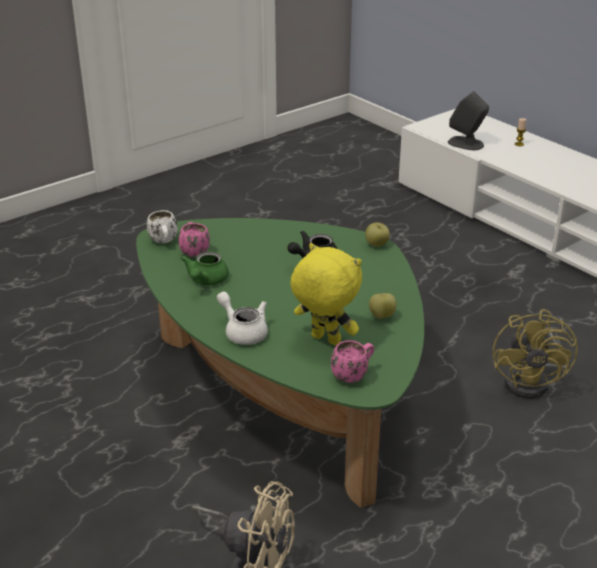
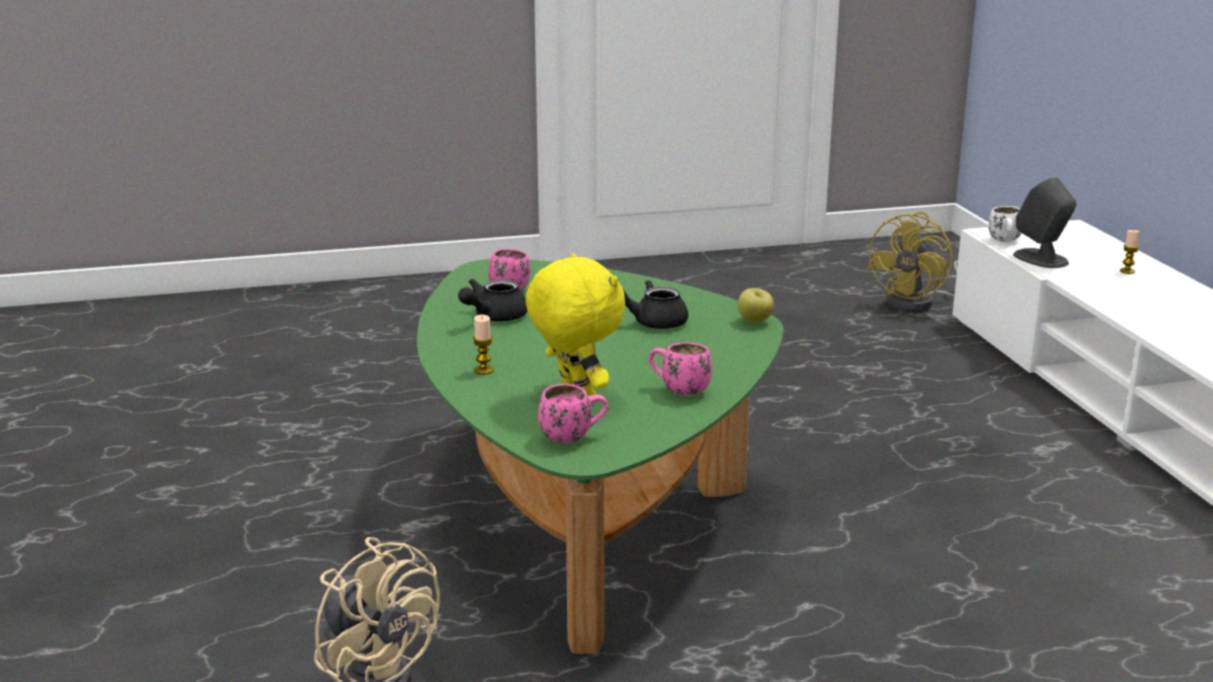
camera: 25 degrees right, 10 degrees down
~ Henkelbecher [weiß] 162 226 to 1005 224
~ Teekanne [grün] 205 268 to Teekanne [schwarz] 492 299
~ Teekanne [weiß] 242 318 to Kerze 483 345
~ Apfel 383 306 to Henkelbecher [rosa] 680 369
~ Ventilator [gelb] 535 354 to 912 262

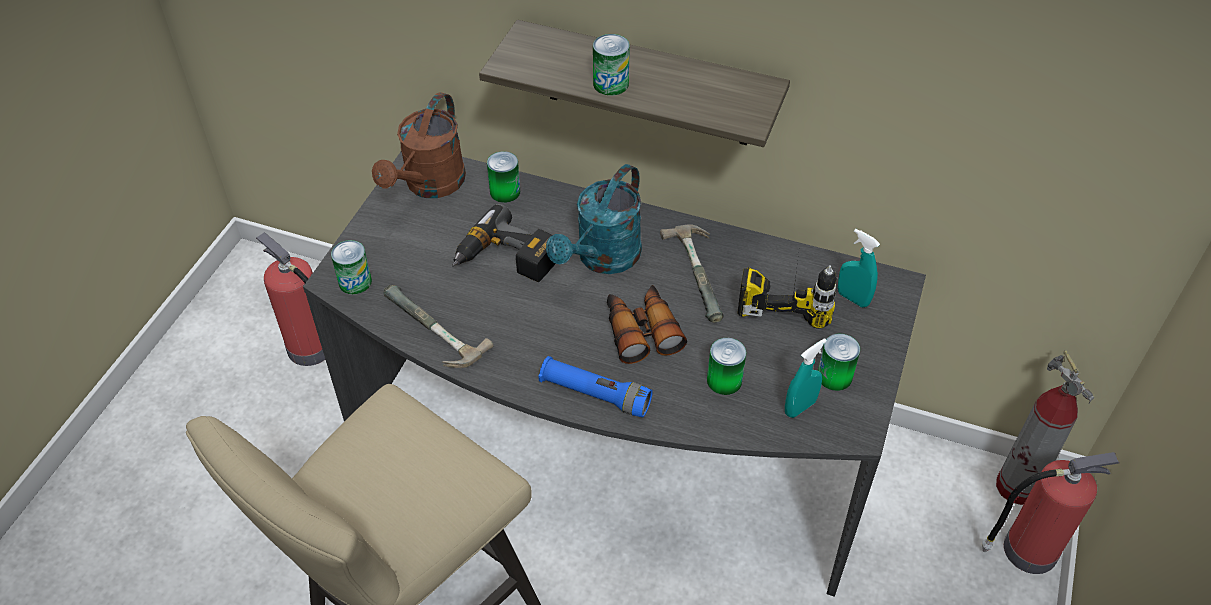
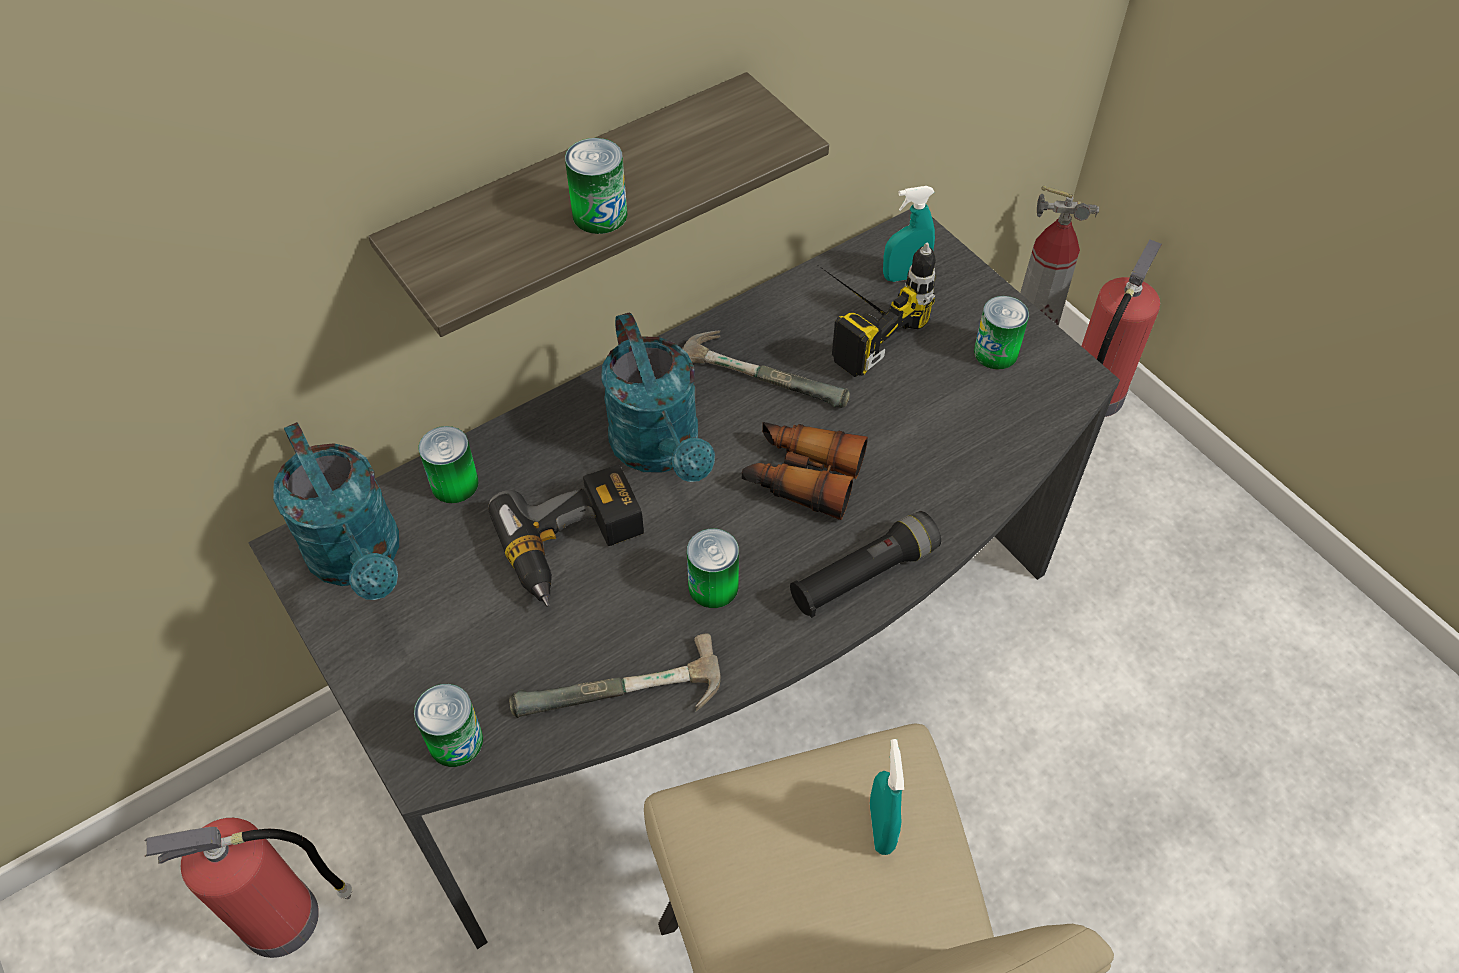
camera: 55 degrees left, 5 degrees up
~ Gießkanne [braun] 419 145 to Gießkanne [türkis] 336 511
~ Dose 726 366 to 713 568
~ Sprühflasche [türkis] 806 378 to 887 797
~ Taschenlampe [blau] 596 386 to Taschenlampe [schwarz] 865 564

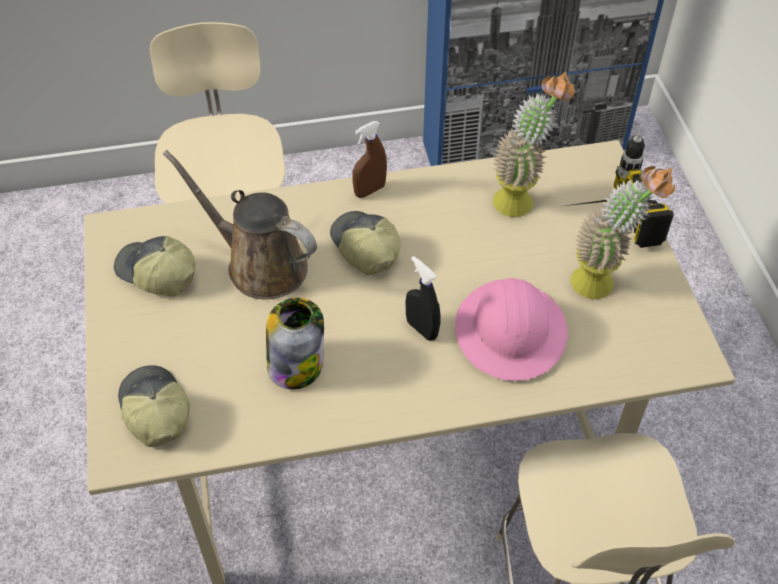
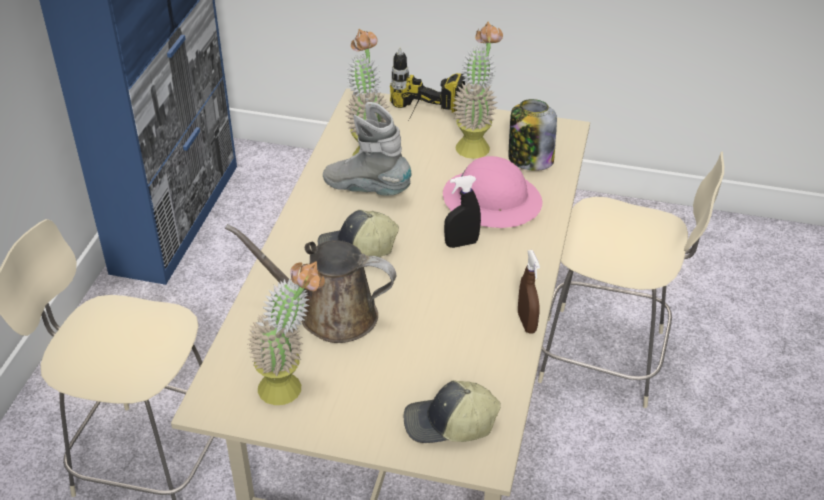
camera: 65 degrees left, 10 degrees down
~ Sprühflasche [braun] 369 159 to 529 292
~ Gießkanne [braun] 240 224 = 310 283 45 degrees clockwise
~ Kappe 154 266 to Topfpflanze 286 333
~ Vorratsglas 295 344 to 532 135
+ Stiefel [grau] 367 149

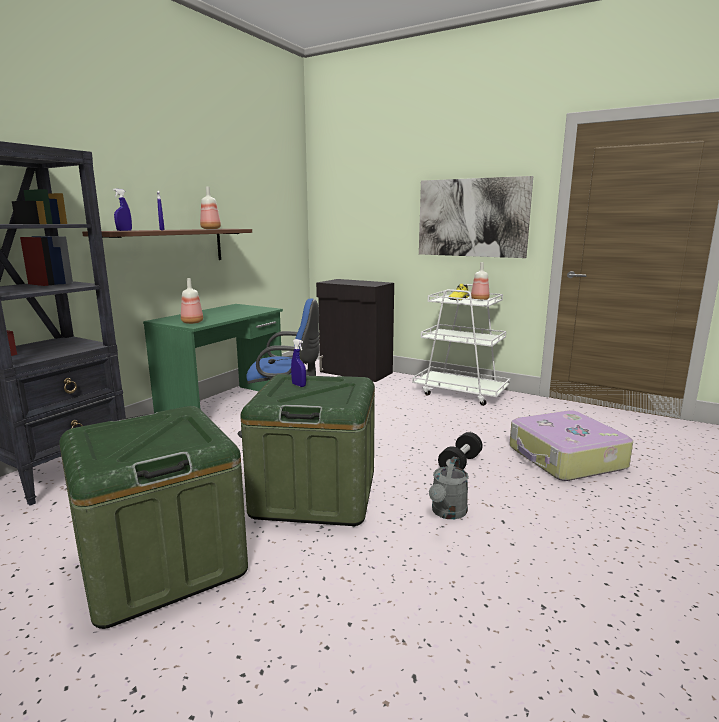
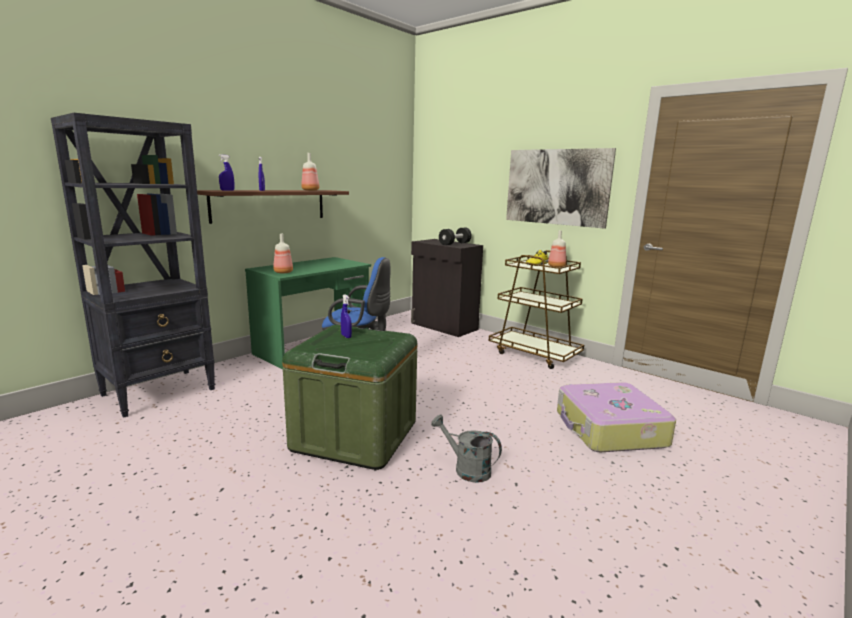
camera: 10 degrees right, 0 degrees up
~ Rollwagen [weiß] 461 345 to Rollwagen [braun] 536 309
- Aufbewahrungsbox [grün] 153 517
~ Hantel [schwarz] 460 450 to 455 236
~ Gießkanne [grau] 449 488 = 466 449 90 degrees clockwise

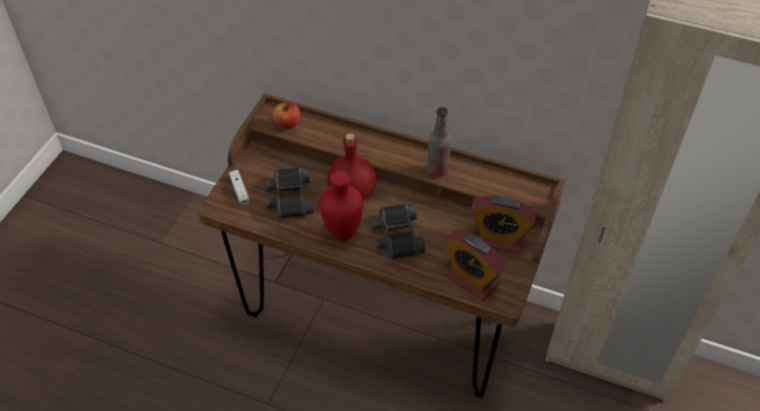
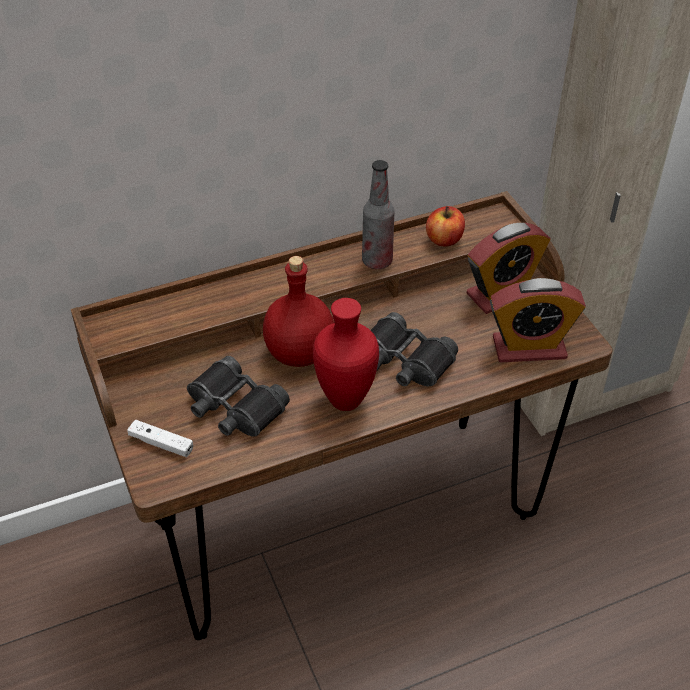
camera: 45 degrees left, 5 degrees down
~ Apfel 287 115 to 445 226

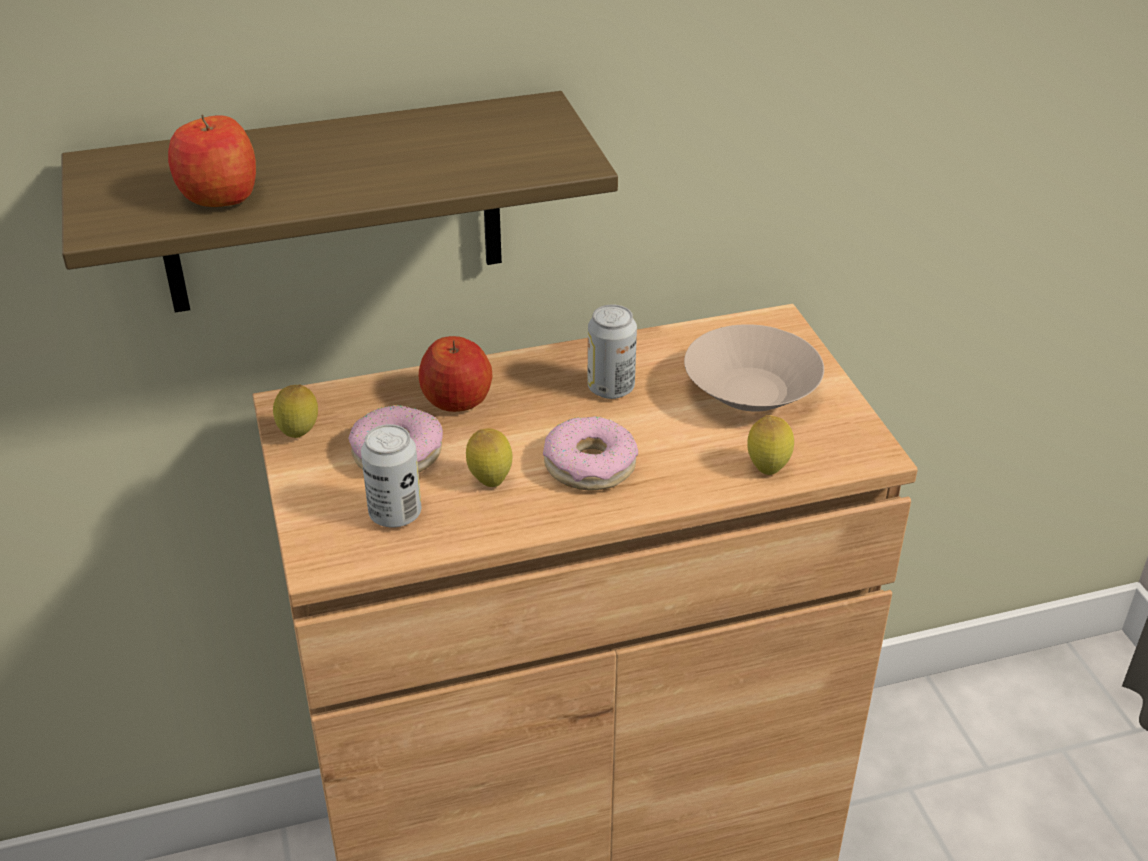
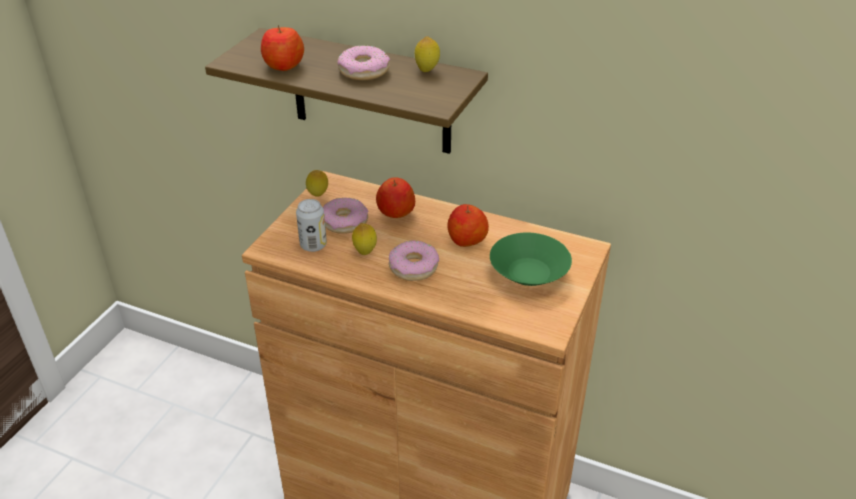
camera: 40 degrees right, 0 degrees up
~ Dose 612 352 to Apfel 468 225
~ Schüssel [beige] 754 368 to Schüssel [grün] 531 259
~ Zitrone 770 445 to 427 54
+ Donut 364 62

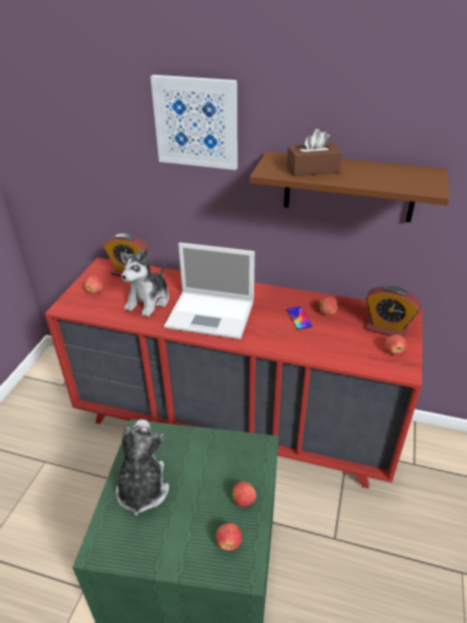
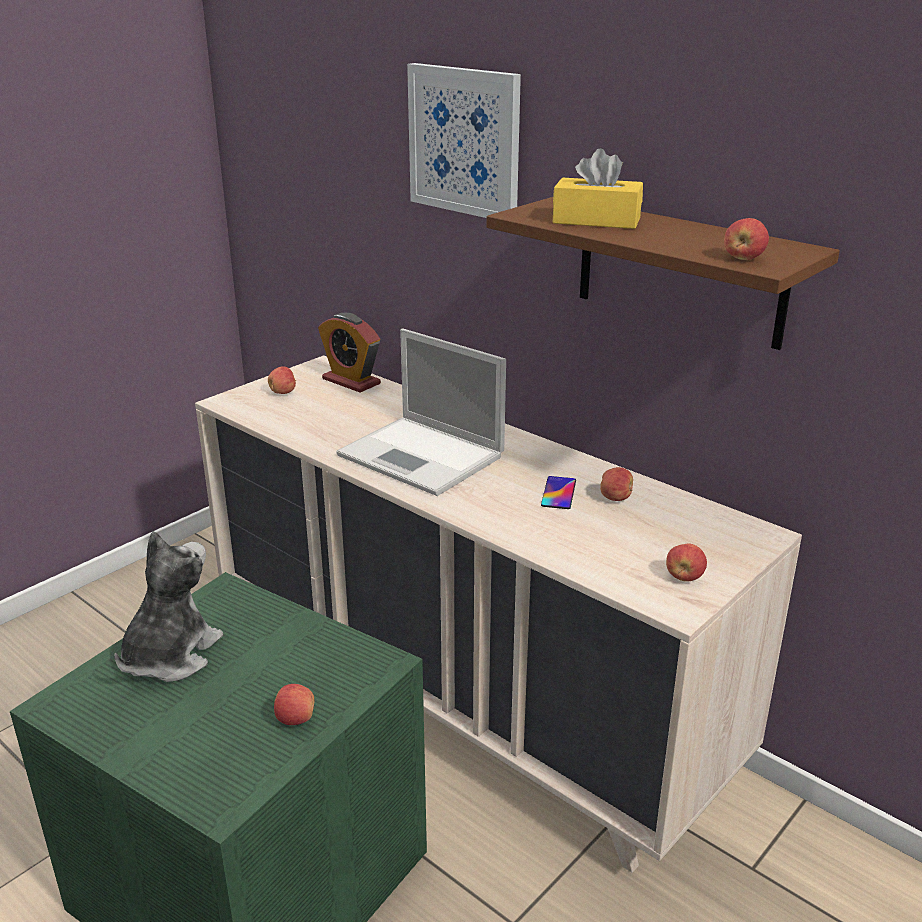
camera: 25 degrees right, 10 degrees down
~ Taschentuchbox [braun] 314 152 to Taschentuchbox [gelb] 598 188
- Plüschtier 144 283
~ Kommode [rot] 233 373 to Kommode [beige] 498 614
- Wecker 393 312
~ Apfel 229 537 to 746 239

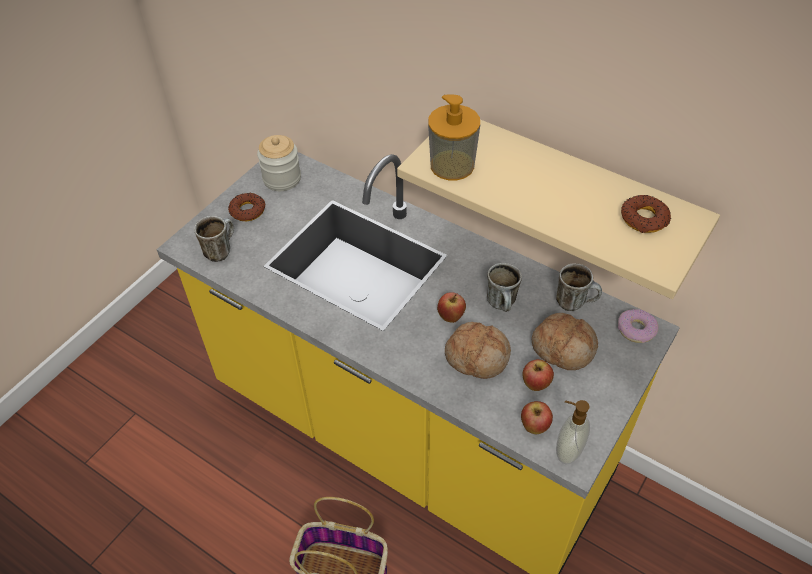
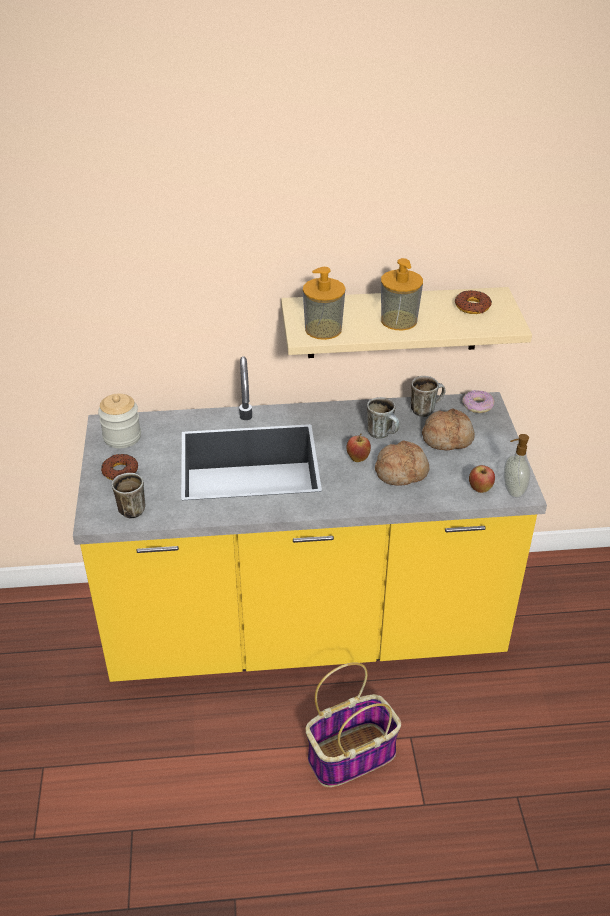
camera: 40 degrees left, 10 degrees down
- Apfel 538 375
+ Seifenspender 402 294

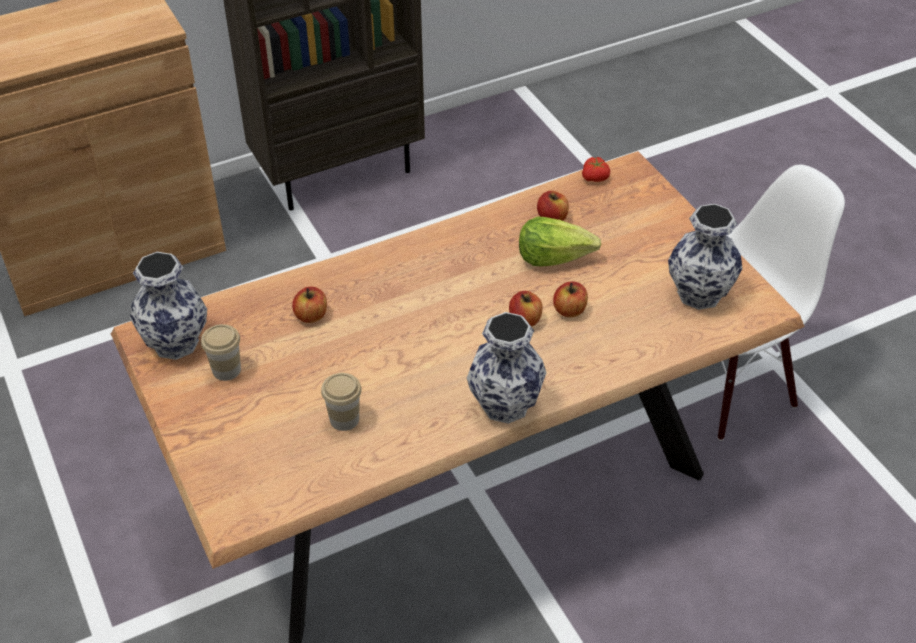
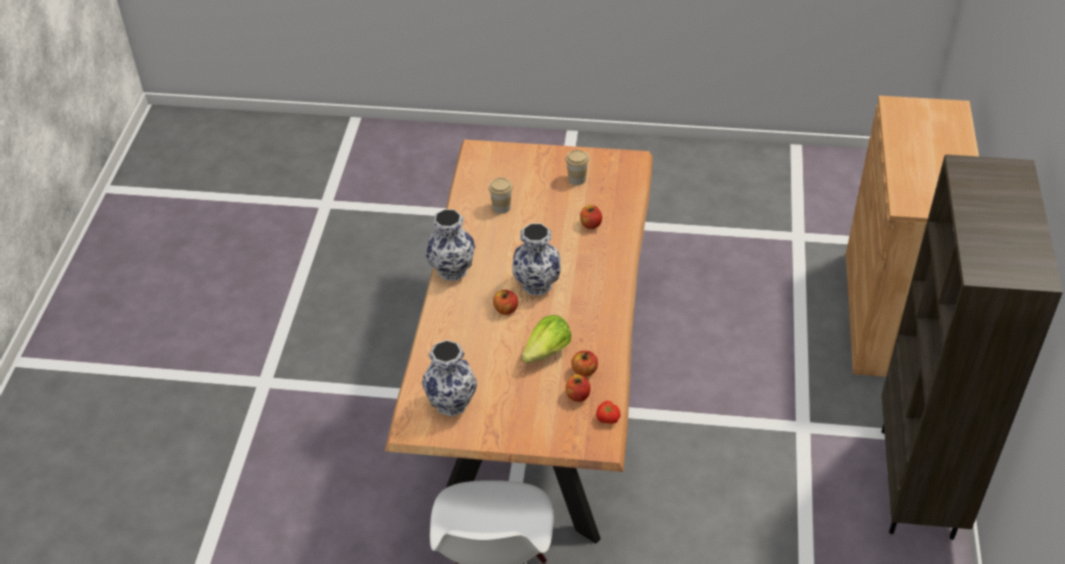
camera: 125 degrees right, 0 degrees up
~ Vase 168 306 to 536 259
~ Apfel 570 299 to 578 388

